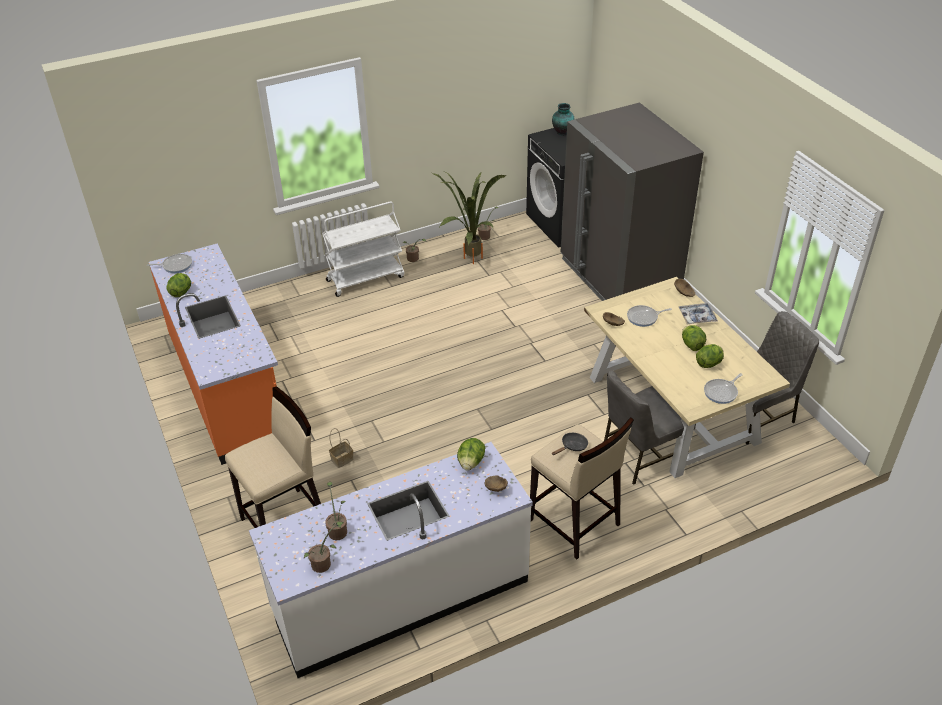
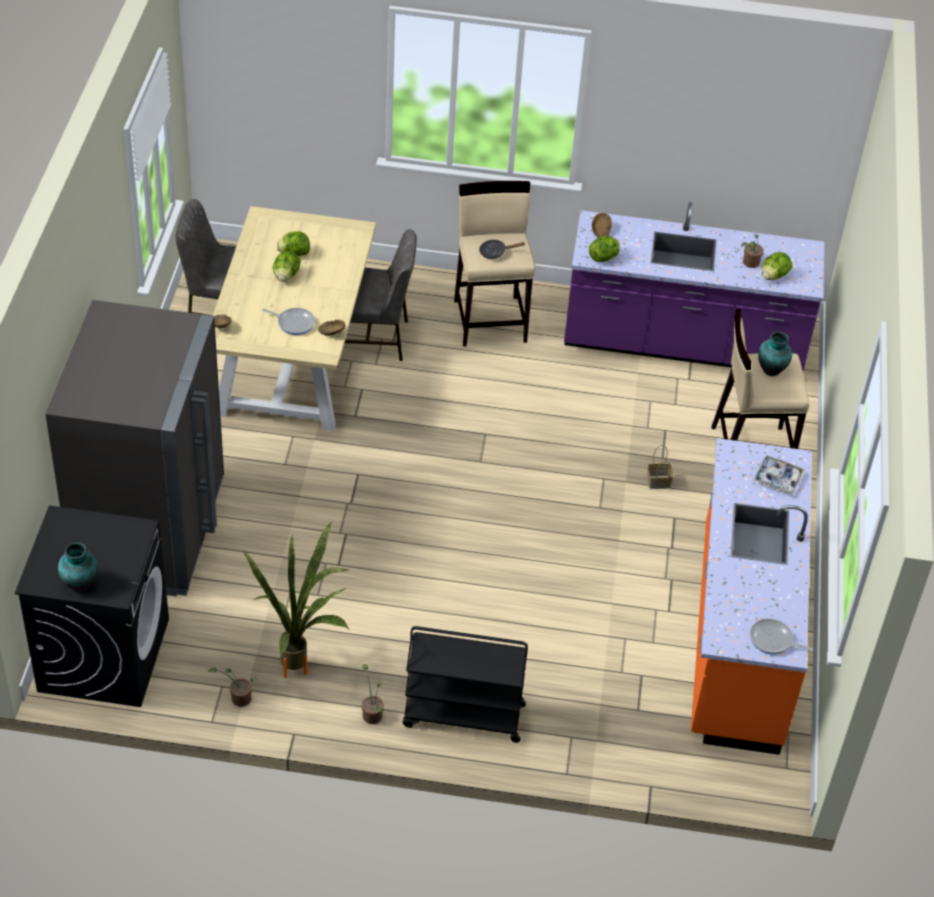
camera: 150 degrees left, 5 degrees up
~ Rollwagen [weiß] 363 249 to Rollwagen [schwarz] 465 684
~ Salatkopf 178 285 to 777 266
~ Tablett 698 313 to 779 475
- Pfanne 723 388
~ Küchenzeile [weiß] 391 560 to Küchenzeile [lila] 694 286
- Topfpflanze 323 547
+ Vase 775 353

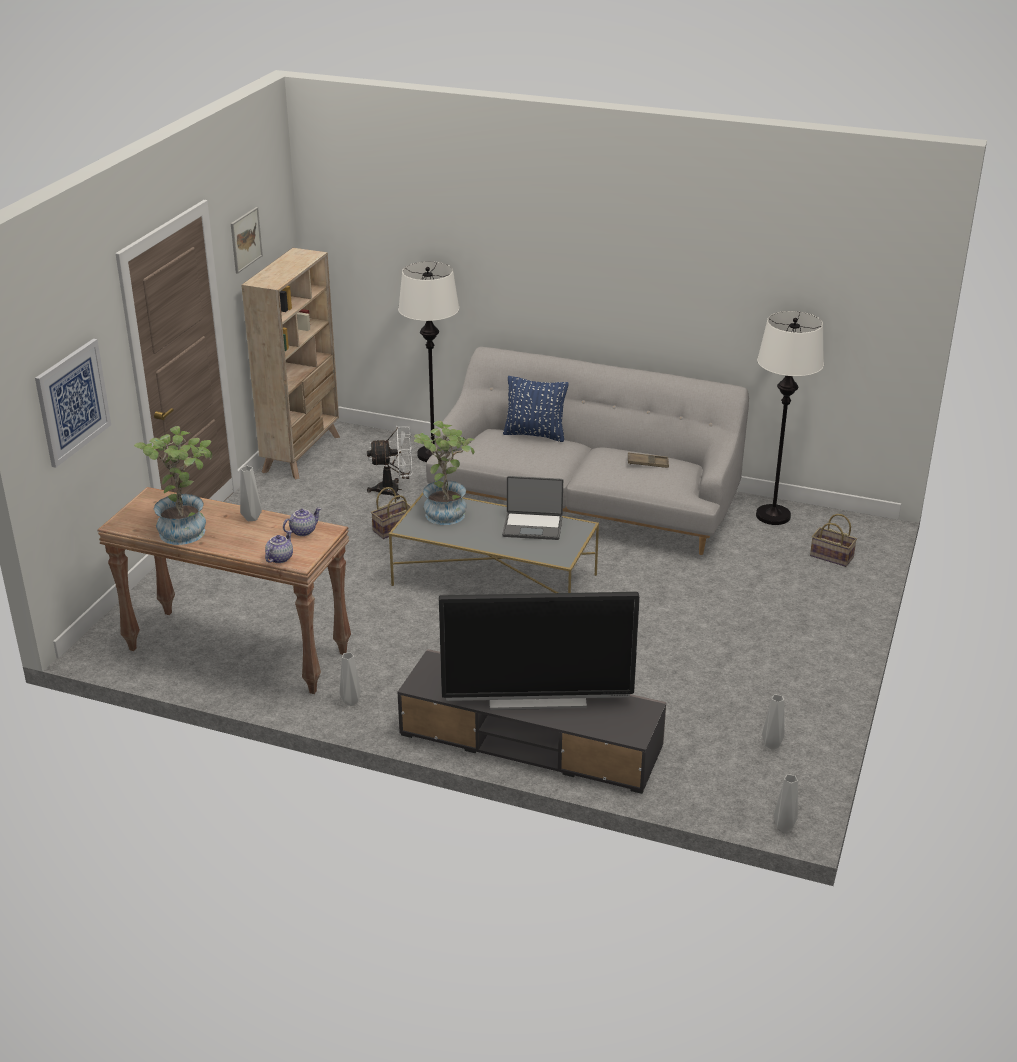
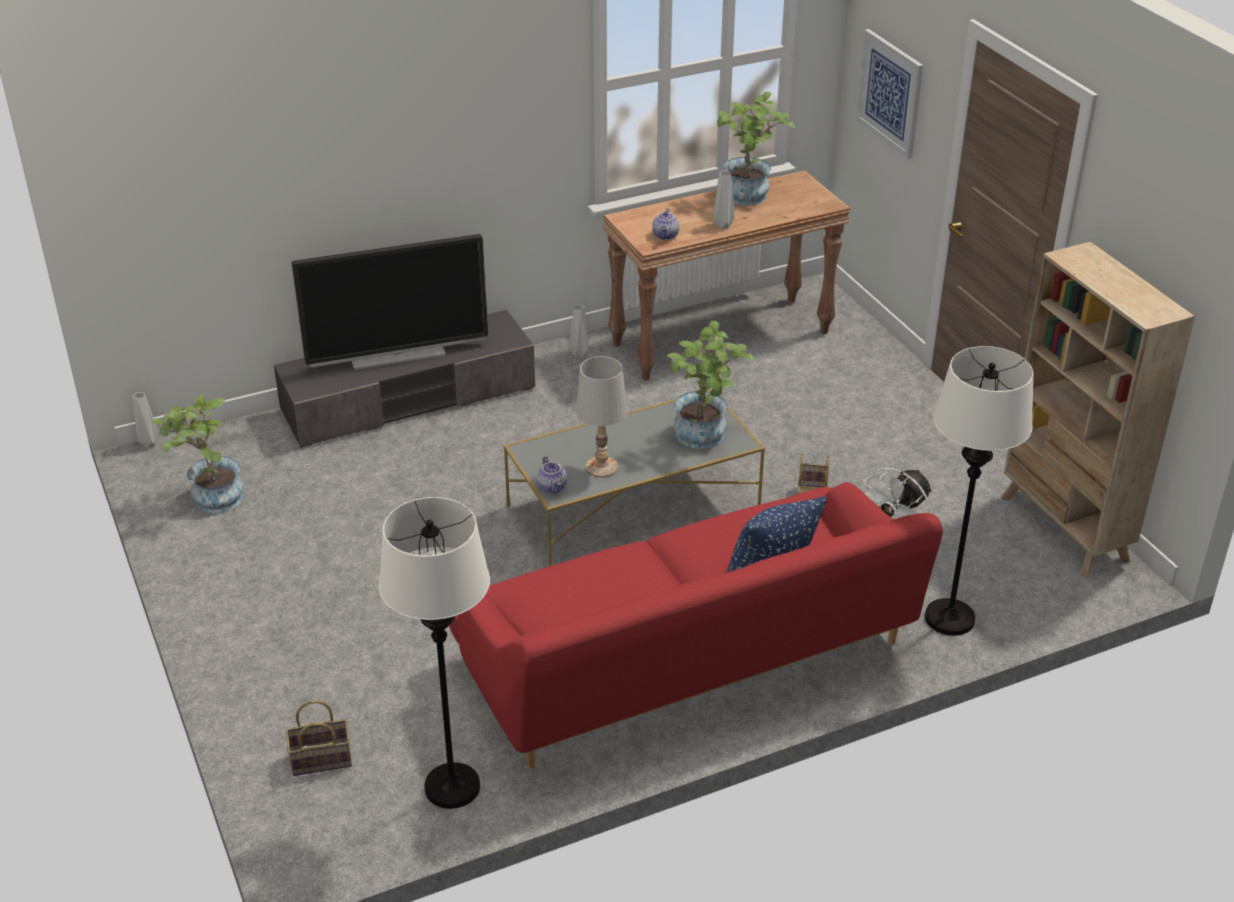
camera: 135 degrees right, 5 degrees up
- Bild 247 240
~ Sofa [grau] 587 451 to Sofa [rot] 696 625
- Tablett [braun] 648 460
~ Laptop 532 508 to Tischlampe [weiß] 601 416
~ Teekanne 279 547 to 552 475
~ Fernseher 539 651 = 390 302 150 degrees counterclockwise
~ Vase [grau] 773 722 to Topfpflanze 198 454

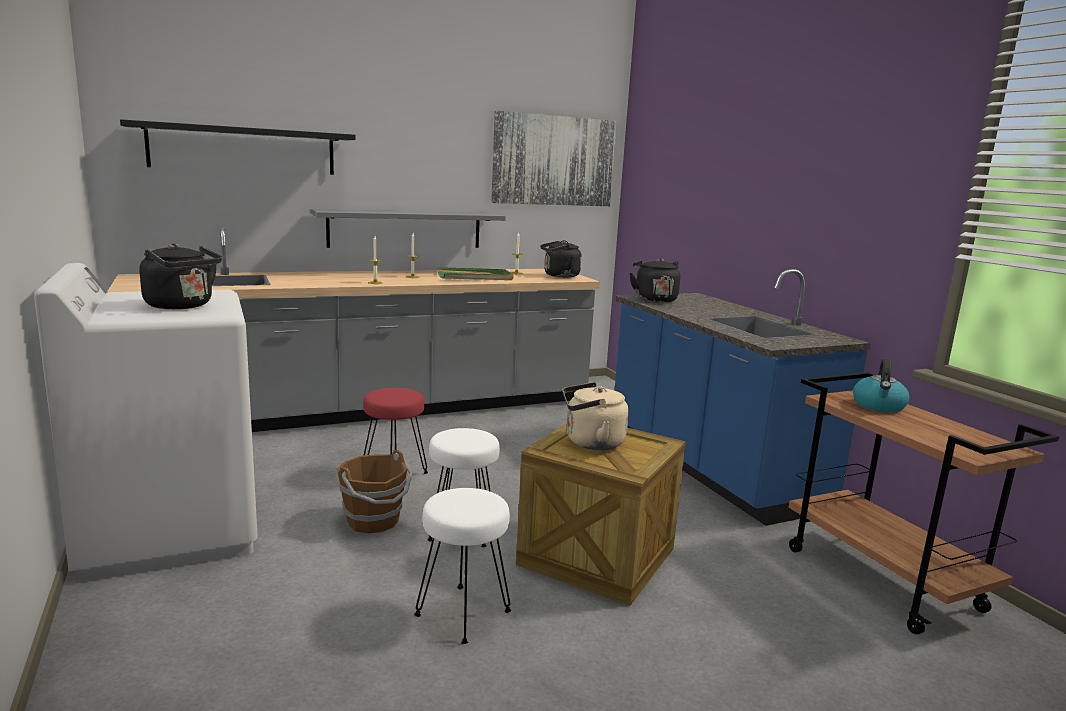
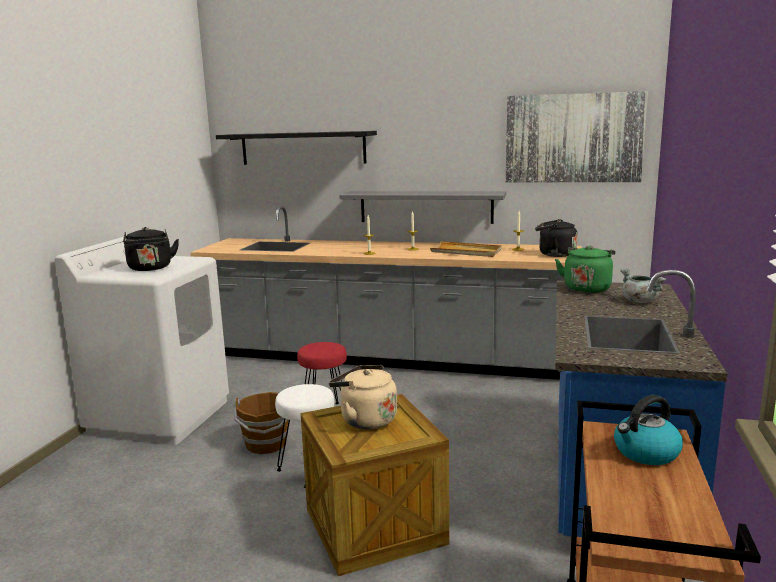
camera: 40 degrees right, 0 degrees up
~ Wasserkessel [schwarz] 655 280 to Wasserkessel [grün] 585 269
~ Tablett [grün] 475 273 to Tablett [beige] 465 249
- Hocker [weiß] 462 566
+ Kochtopf [grau] 643 286

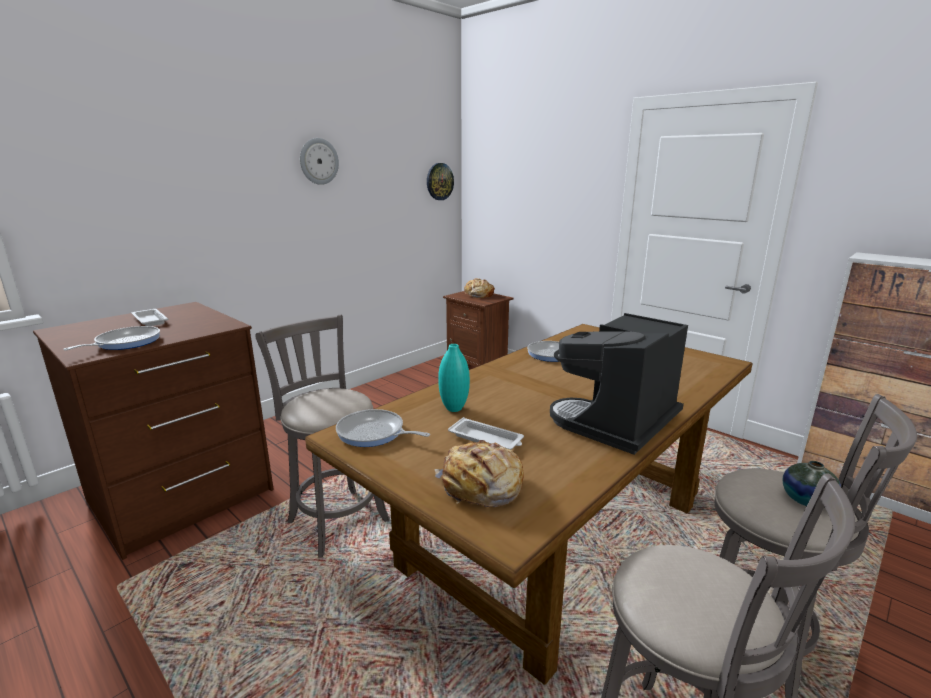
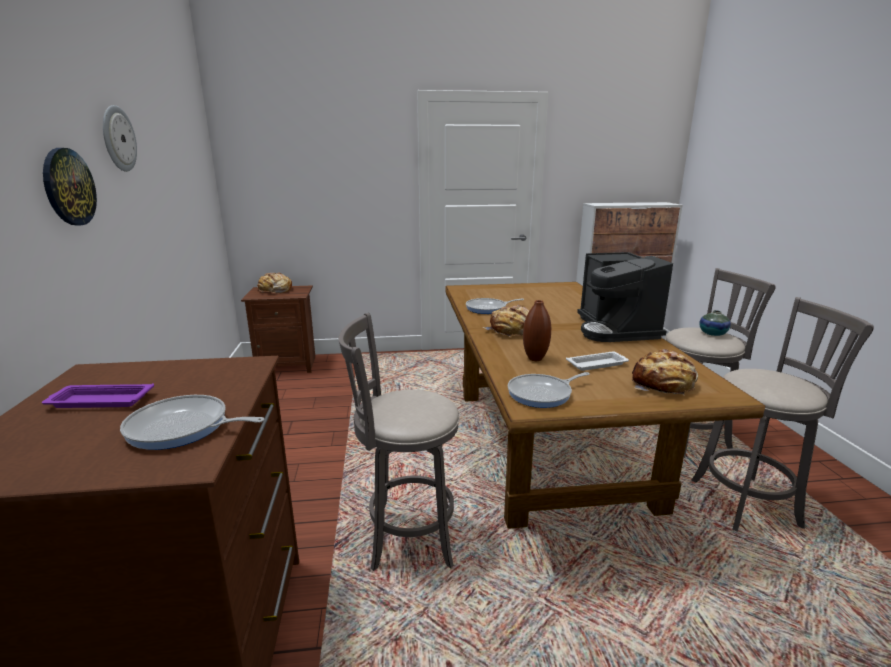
camera: 50 degrees left, 0 degrees up
~ Wanduhr 440 181 to 70 186
~ Tablett [weiß] 149 317 to Tablett [lila] 98 395
~ Pfanne 111 338 = 192 422 60 degrees counterclockwise
~ Vase [türkis] 454 378 to Vase [braun] 537 330
+ Brot 506 321

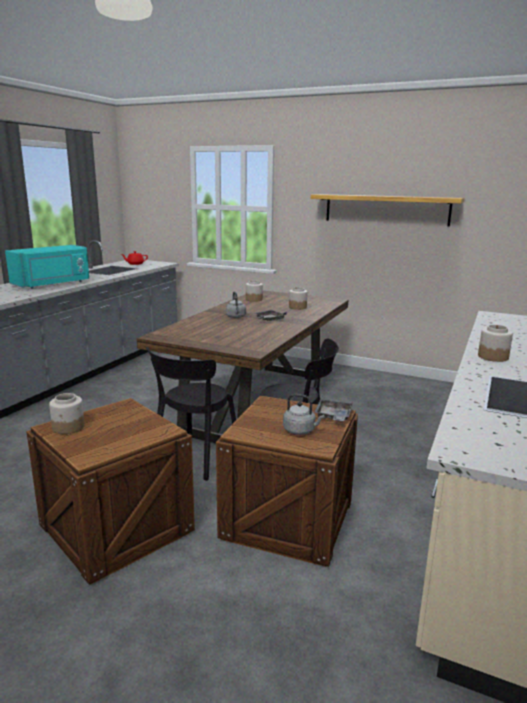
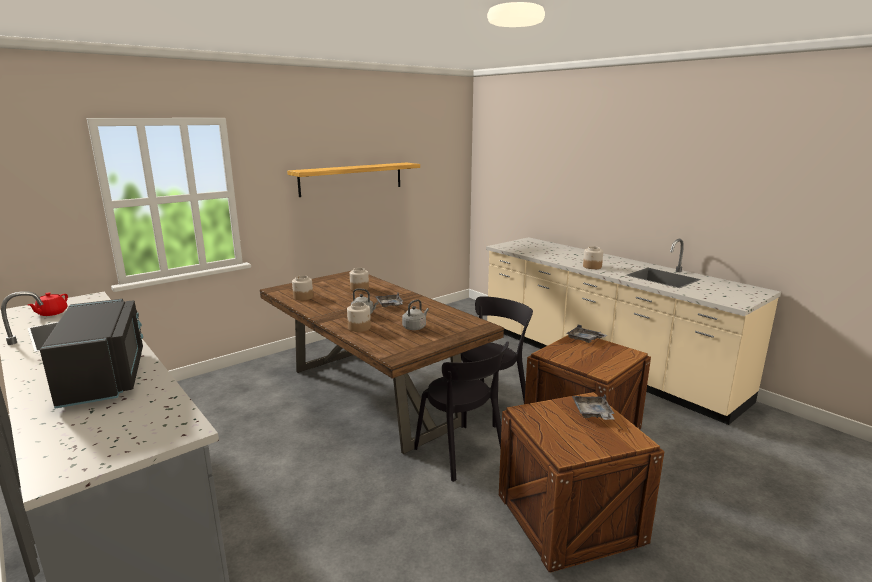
camera: 65 degrees left, 0 degrees up
~ Mikrowelle [türkis] 47 267 to Mikrowelle [schwarz] 91 354
~ Vorratsglas 67 413 to 359 317
~ Wasserkessel [grau] 303 414 to 415 314
+ Tablett [grau] 593 407

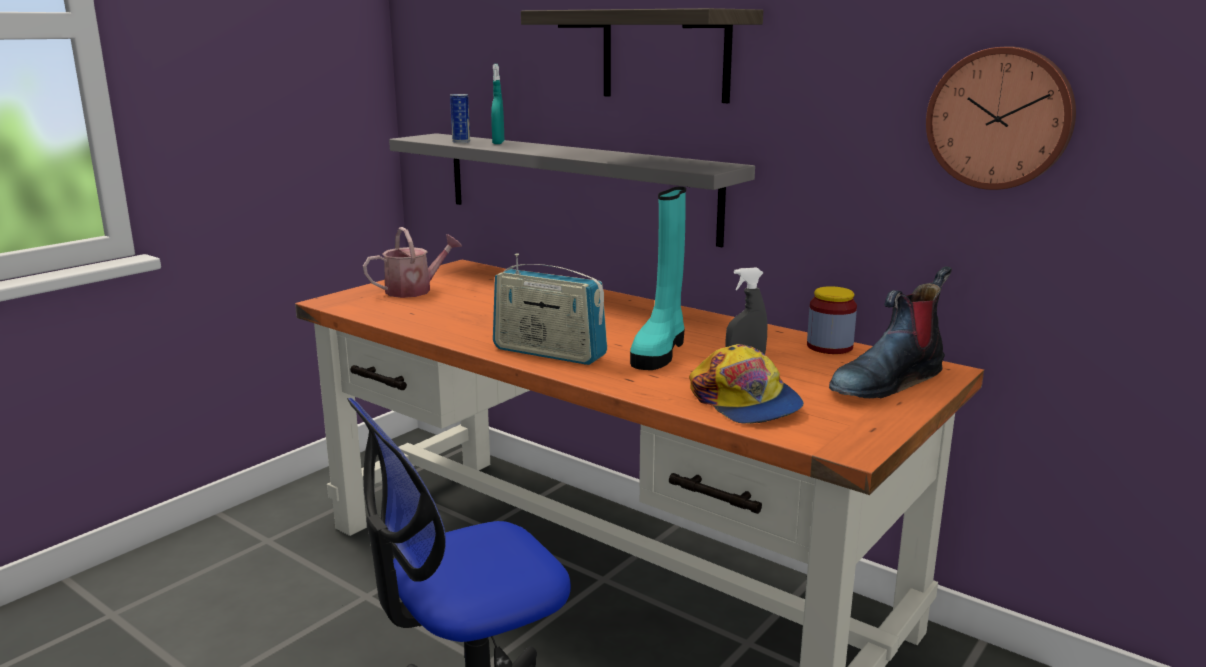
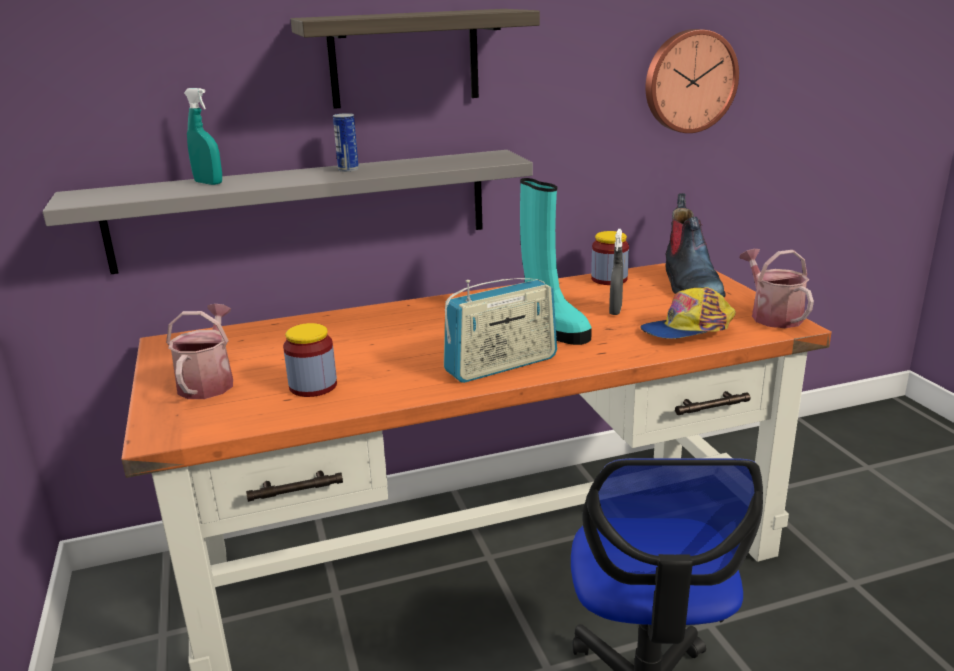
camera: 55 degrees left, 5 degrees up
~ Dose 460 118 to 346 142
~ Kappe 746 384 = 688 313 150 degrees clockwise
+ Gießkanne 777 288
+ Vorratsglas 310 360

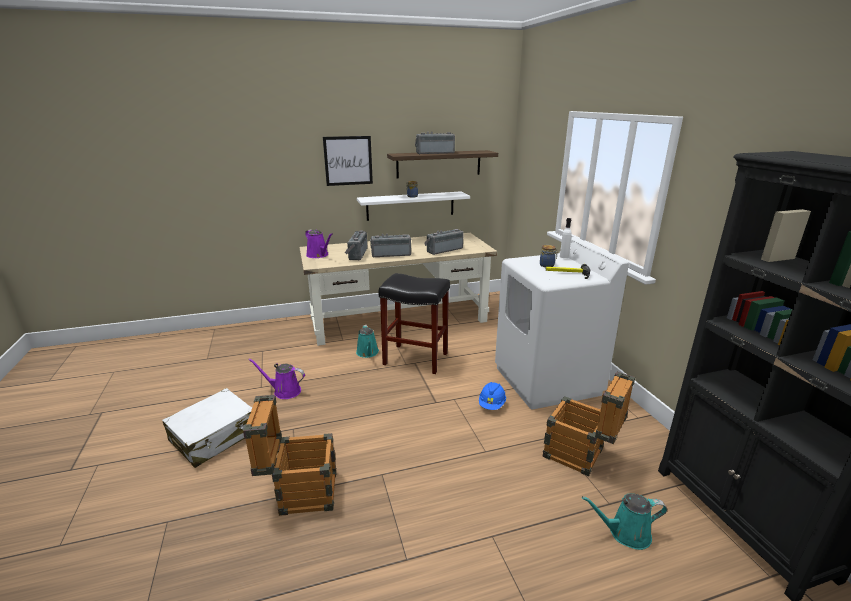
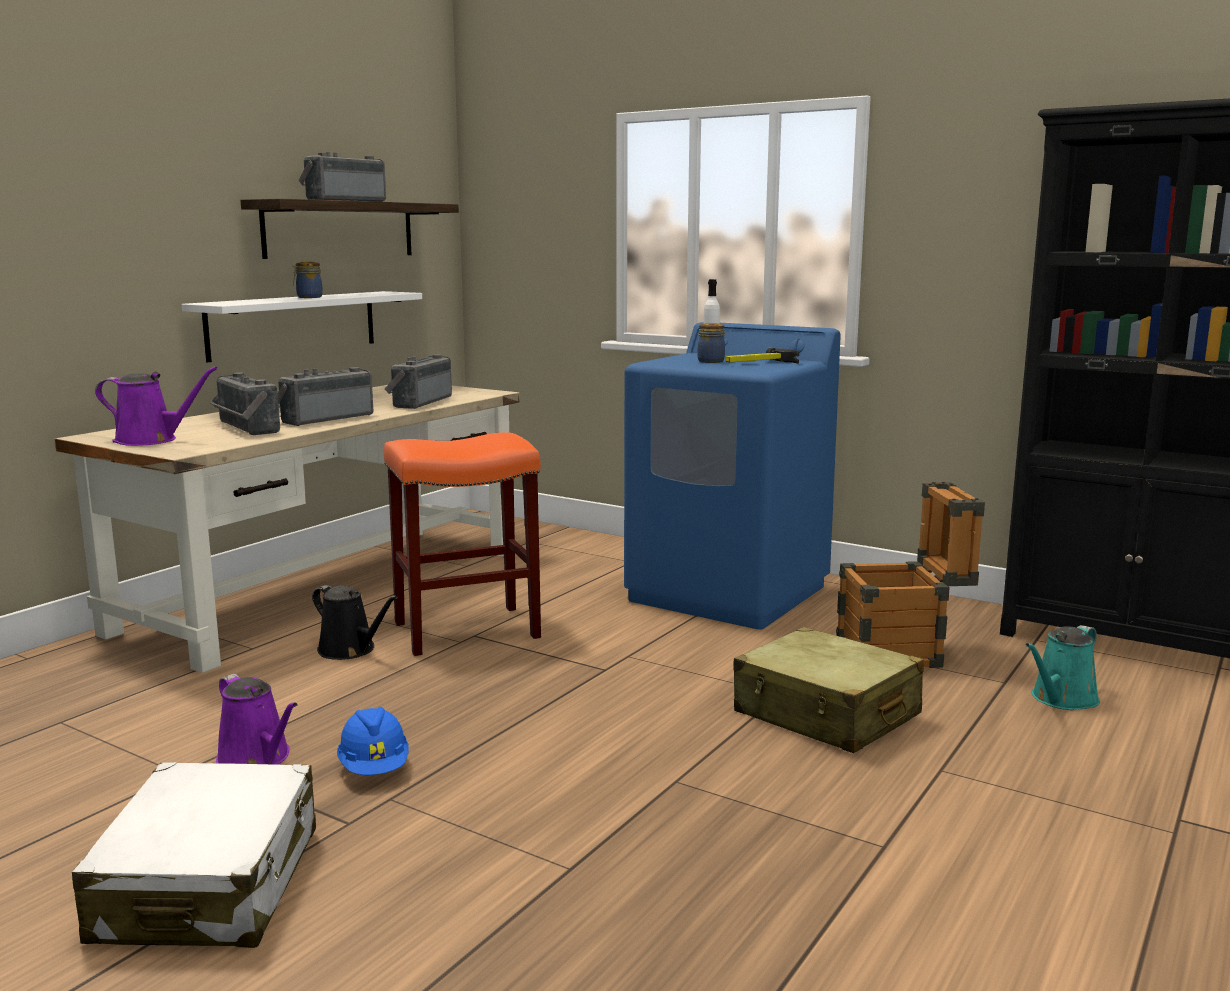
camera: 40 degrees left, 10 degrees down
- Bild 348 161
~ Waschmaschine [weiß] 562 323 to Waschmaschine [blau] 732 476
~ Hocker [schwarz] 414 323 to Hocker [orange] 462 544
~ Gießkanne [türkis] 367 341 to Gießkanne [schwarz] 355 622
~ Gießkanne [lila] 276 379 = 257 719 105 degrees counterclockwise
~ Schutzhelm [blau] 492 396 to 373 741
- Kiste 290 455
+ Koffer [beige] 828 690

